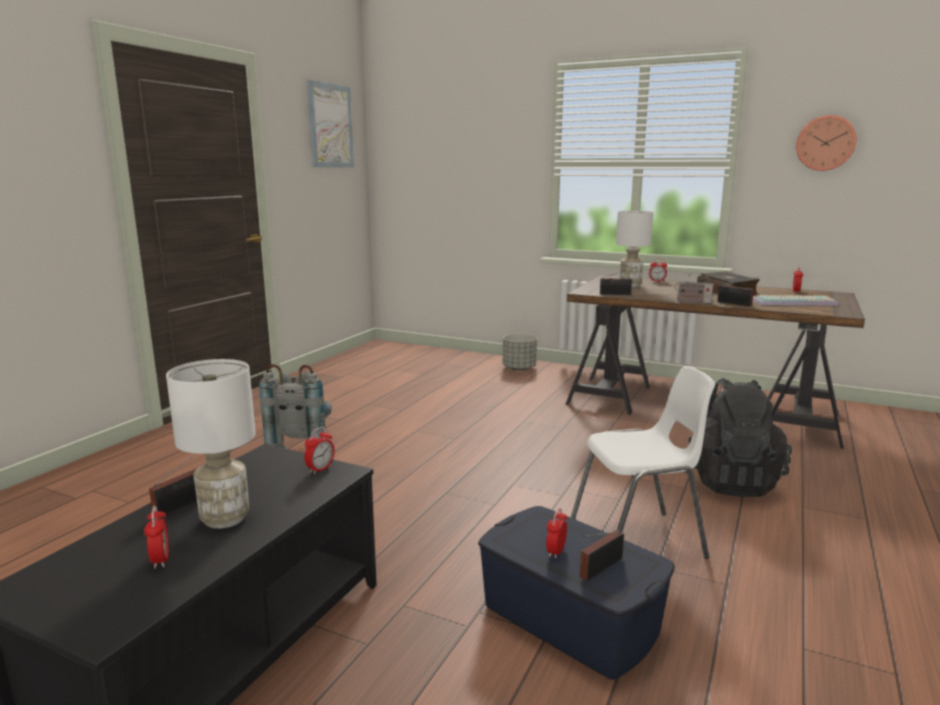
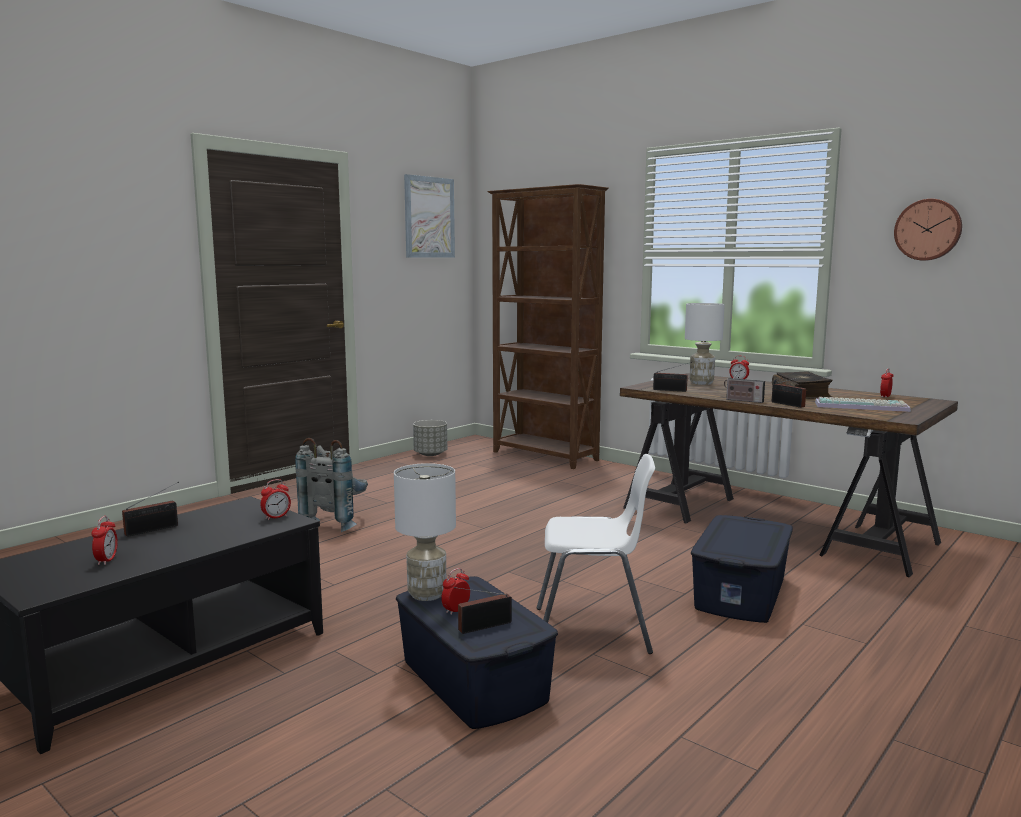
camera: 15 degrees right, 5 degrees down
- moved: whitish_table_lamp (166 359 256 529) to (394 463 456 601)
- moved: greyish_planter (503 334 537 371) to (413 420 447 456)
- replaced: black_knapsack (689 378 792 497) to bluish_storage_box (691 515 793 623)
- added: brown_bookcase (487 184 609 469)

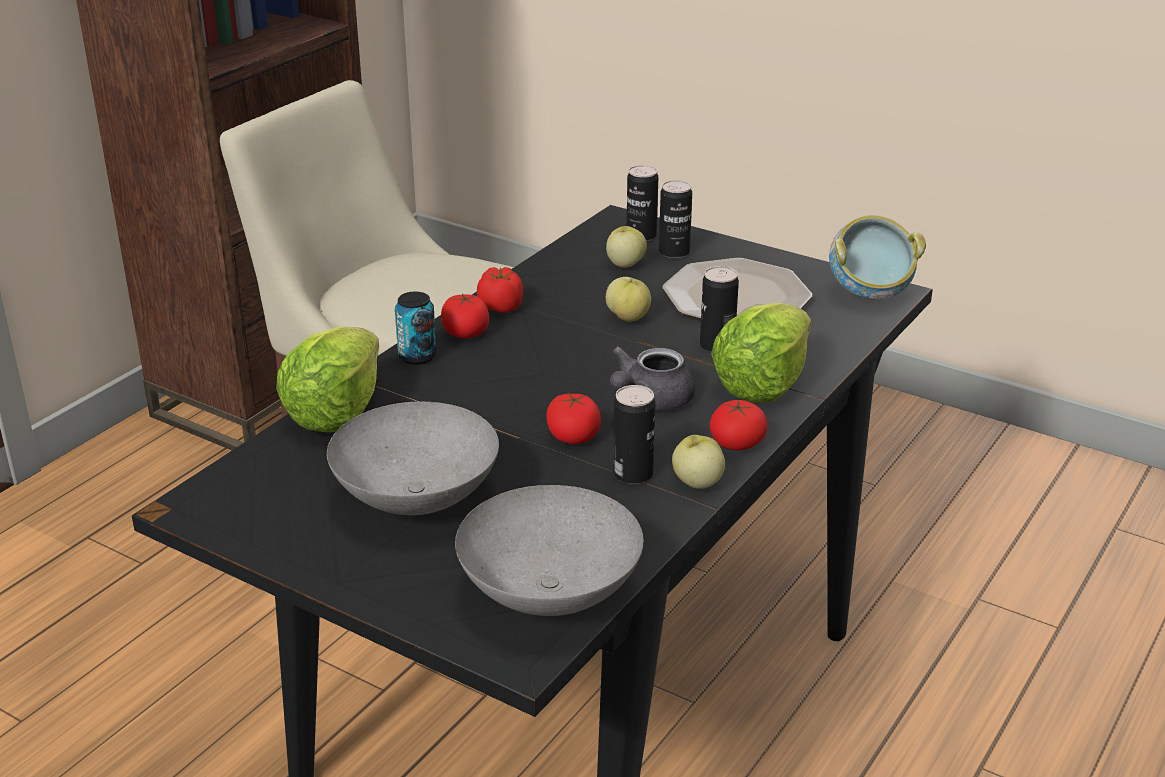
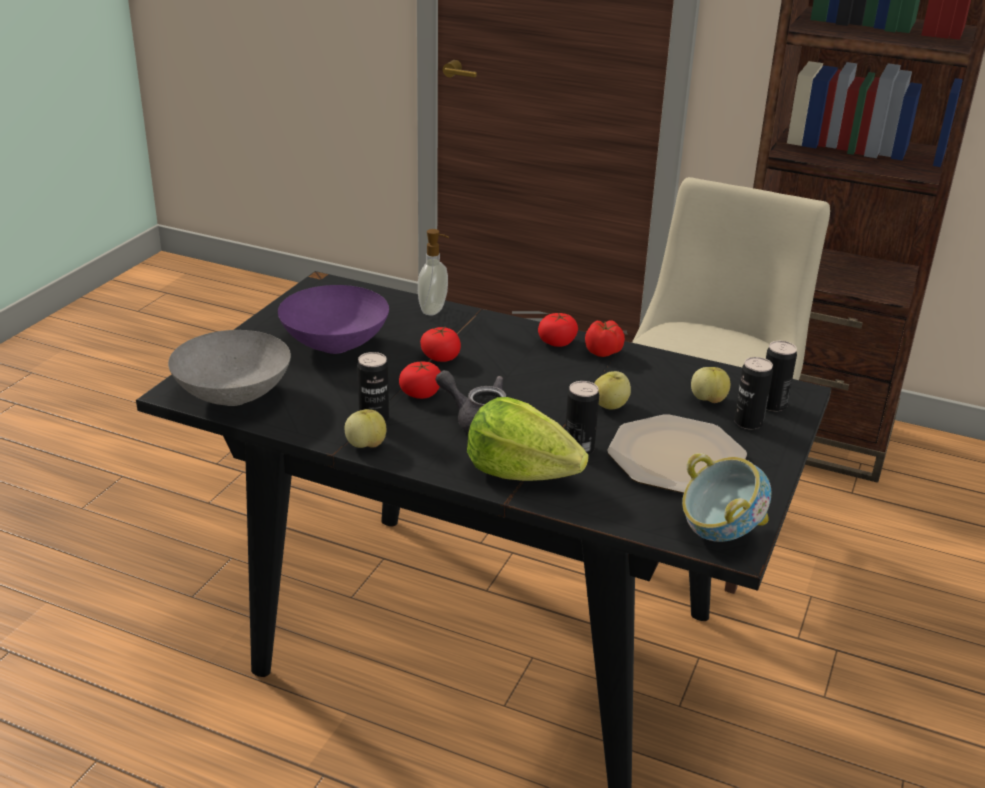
camera: 80 degrees right, 0 degrees up
- replaced: lettuce_head (276 327 379 433) to soap_bottle (418 229 449 316)
- recoloured: greyish_bowl (327 402 499 515) to purple_bowl (278 285 389 354)
- removed: sealed_can (395 292 437 365)
- moved: tomato (710 400 767 451) to (420 327 461 362)

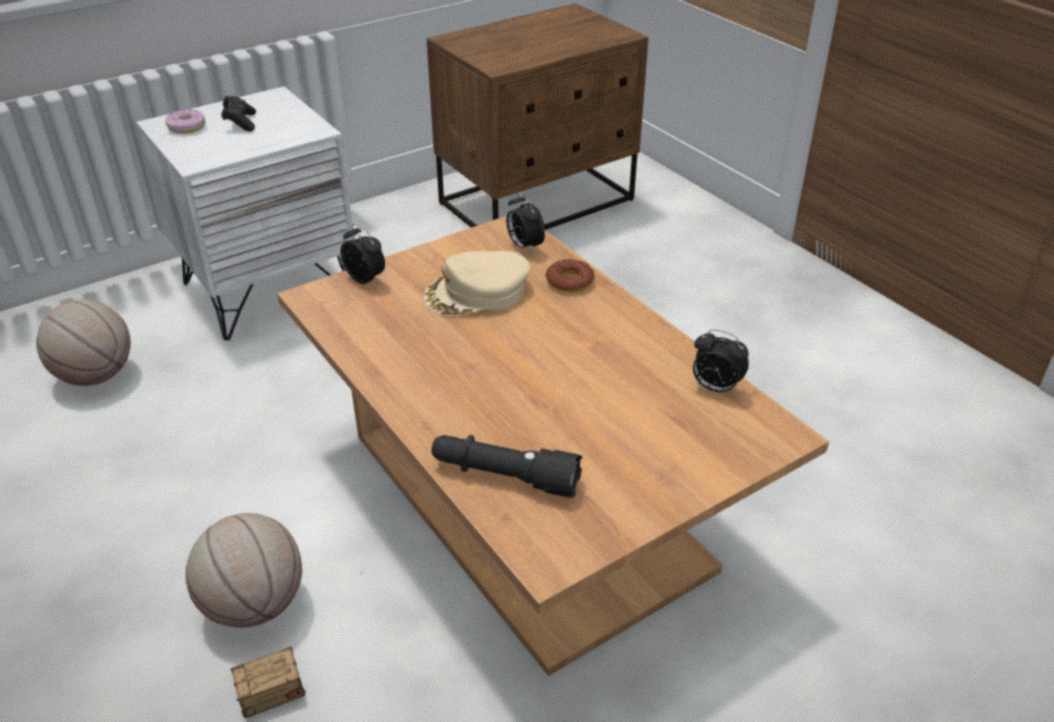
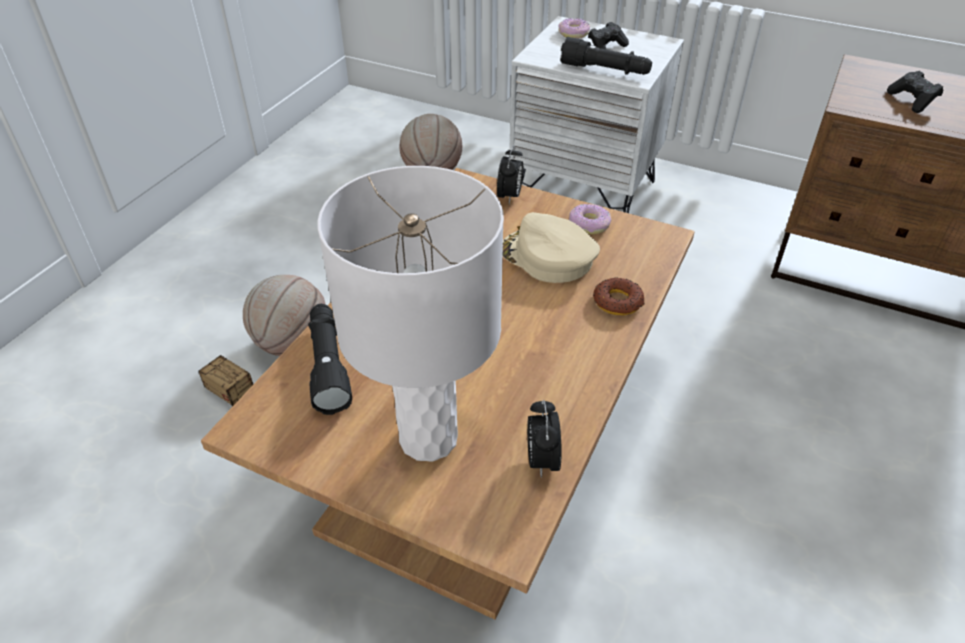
camera: 60 degrees right, 5 degrees up
- removed: table_clock (506 192 545 253)
- added: whitish_table_lamp (317 166 504 462)
- added: black_torch (560 37 652 75)
- added: doughnut (569 204 611 234)
- added: black_gamepad (887 71 943 113)

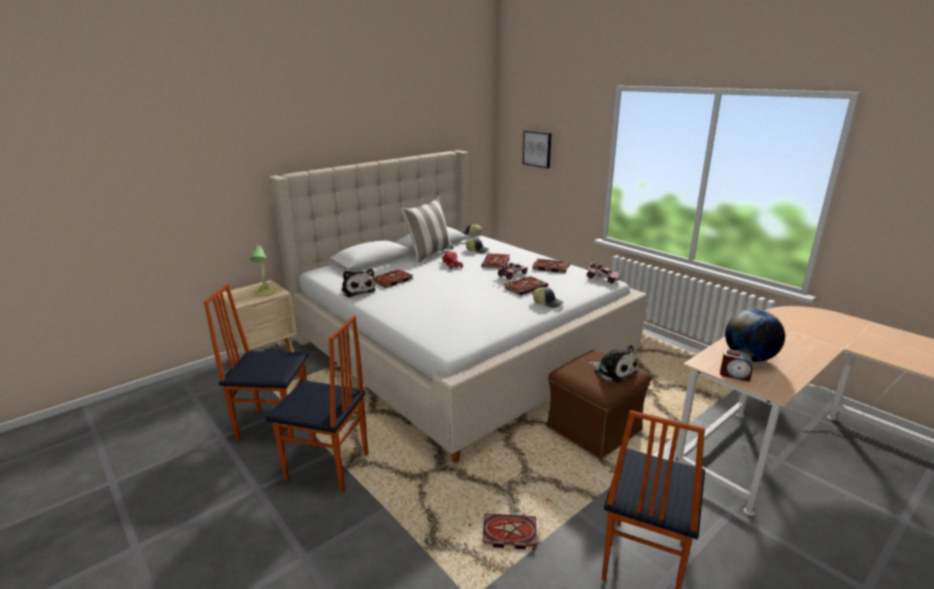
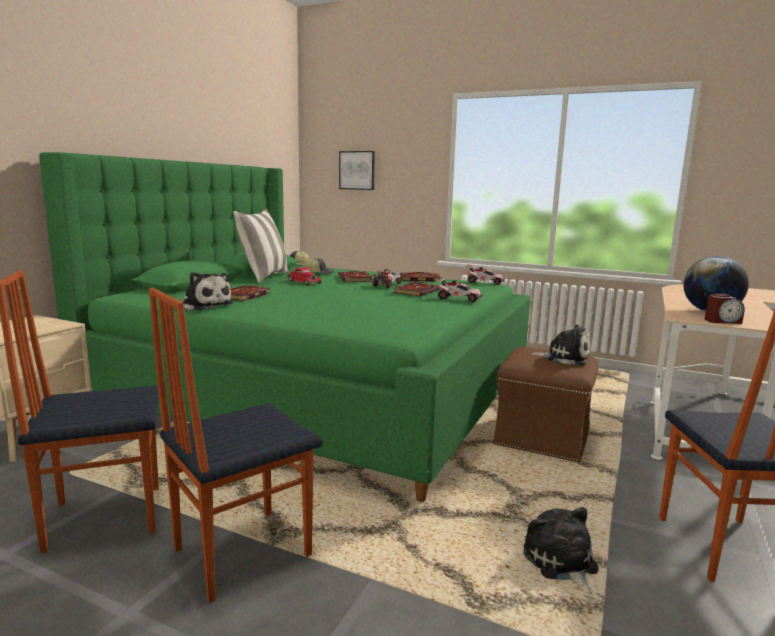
camera: 25 degrees left, 10 degrees down
- removed: table_lamp (250 245 276 296)
- turned: upright_chair (265 315 368 492) = (149 288 322 603) 150 degrees clockwise
- recoloured: sand-coloured_bed (269 150 647 463) to green-coloured_bed (39 152 531 502)
- replaced: book (482 513 537 550) to soft_toy (524 507 599 594)
- replaced: cap (532 287 563 308) to model_car (436 276 483 302)

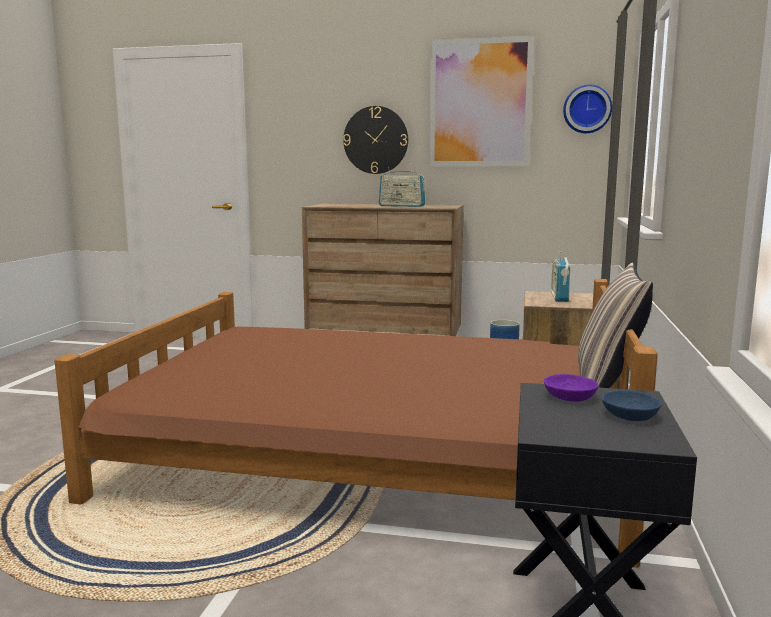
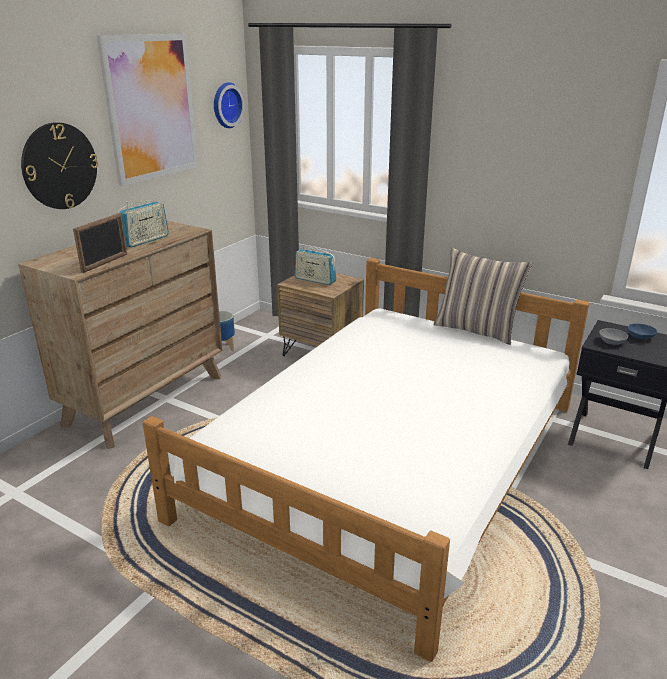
camera: 70 degrees left, 15 degrees up
- recoloured: brown_bed (54 279 658 568) to whitish_bed (142 258 589 662)
- recoloured: purple_bowl (544 374 598 402) to greyish_bowl (599 328 628 345)
- added: standing_frame (73 213 127 273)

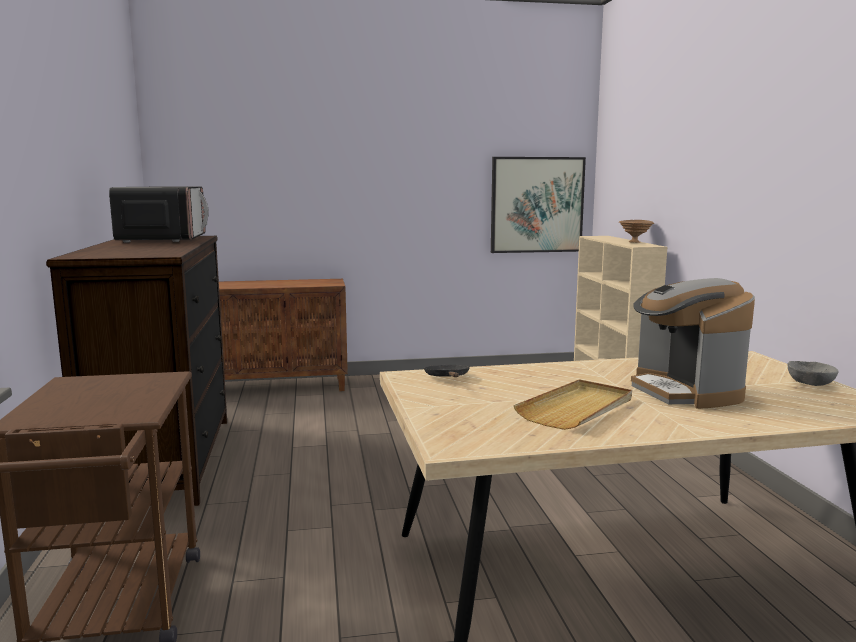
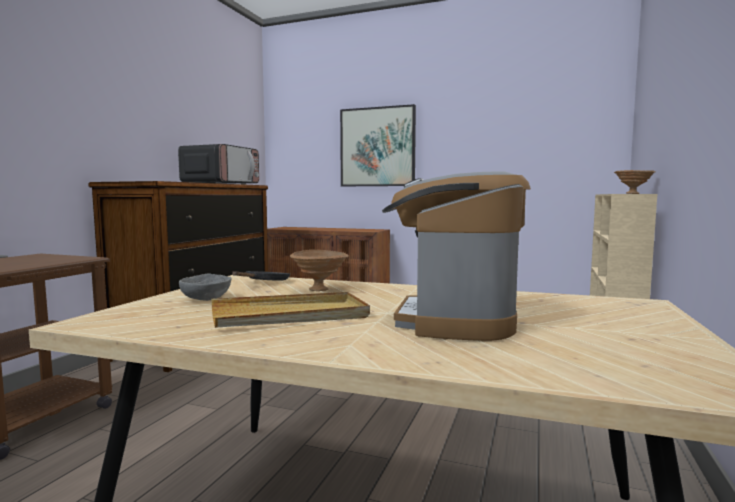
camera: 30 degrees right, 5 degrees down
- moved: wall_art (491 157 586 253) to (340 104 416 186)
- moved: greyish_bowl (788 361 839 386) to (179 274 231 301)
- added: brown_bowl (290 250 349 291)

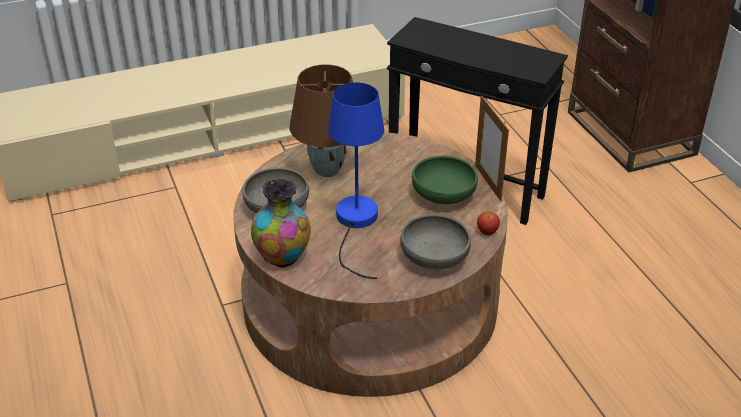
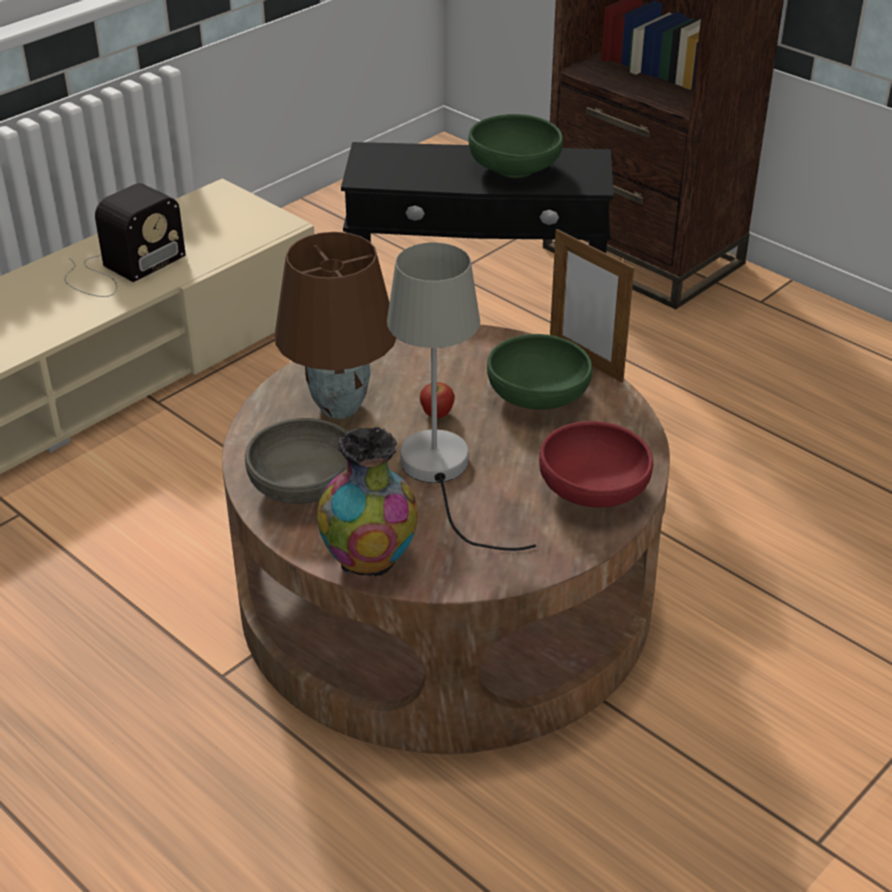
camera: 25 degrees left, 0 degrees up
- recoloured: bluish_table_lamp (328 82 384 279) to greyish_table_lamp (387 242 536 551)
- recoloured: greyish_bowl (400 214 471 269) to red_bowl (539 421 653 508)
- moved: apple_fruit (477 212 500 235) to (420 382 455 418)
- added: radio_receiver (65 183 186 297)
- added: green-coloured_bowl (468 114 563 178)

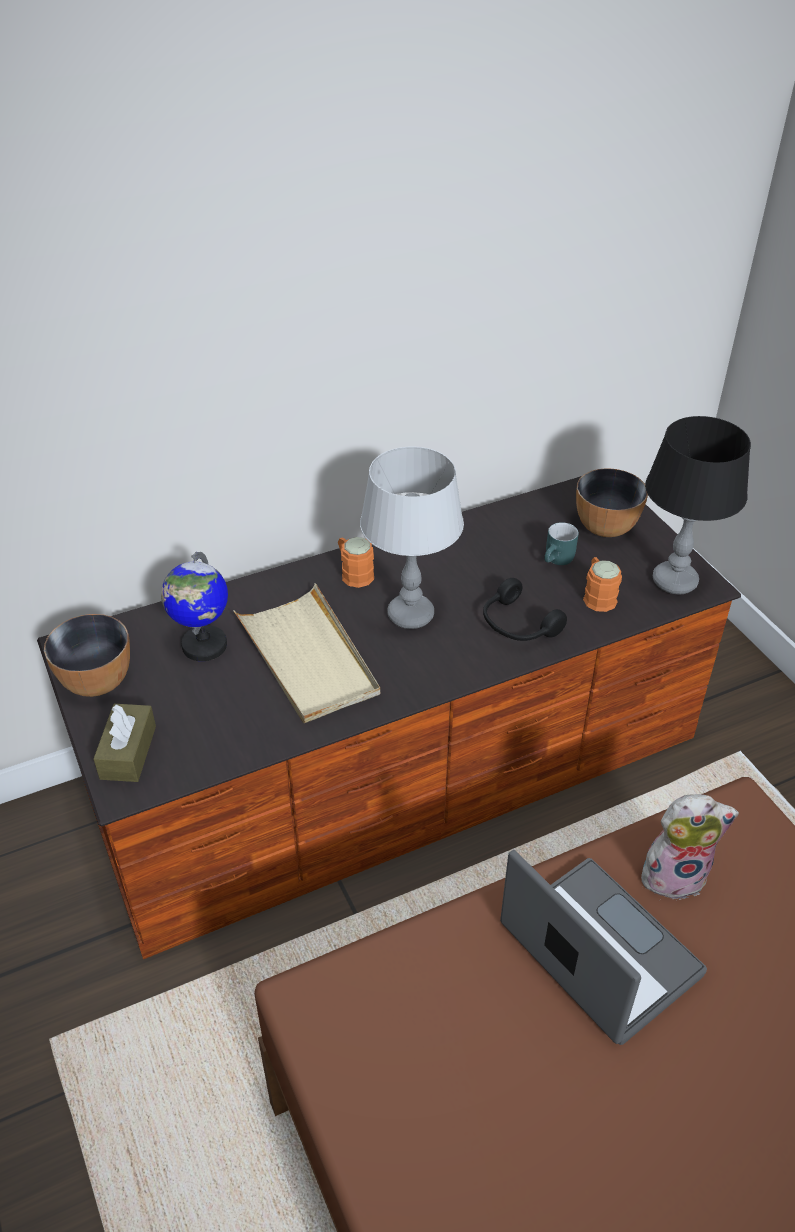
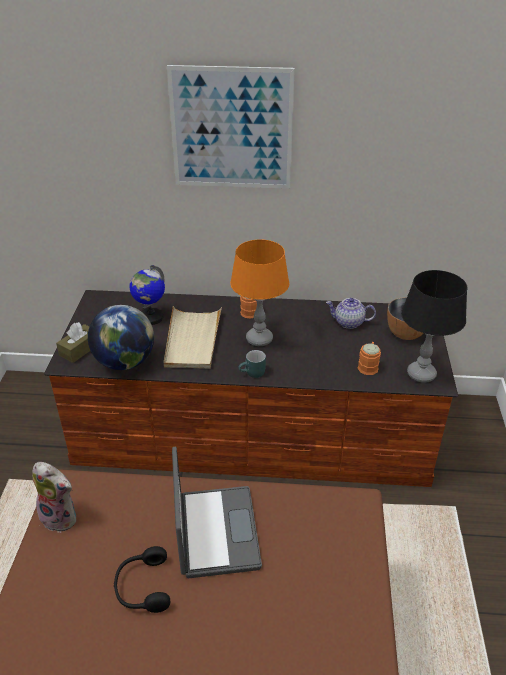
camera: 30 degrees right, 5 degrees down
- removed: bowl (44 614 130 697)
- recoloured: greyish_table_lamp (360 446 464 629) to orange-coloured_table_lamp (230 239 290 346)
- moved: black_pair_of_headphones (483 578 567 641) to (114 546 170 613)
- moved: blue-green_coffee_mug (544 522 579 565) to (239 350 266 378)
- moved: soft_toy (641 794 739 900) to (32 462 76 533)
- added: desk_globe (88 305 154 370)
- added: wall_art (167 65 295 189)
- added: pot_for_tea (326 298 376 329)

